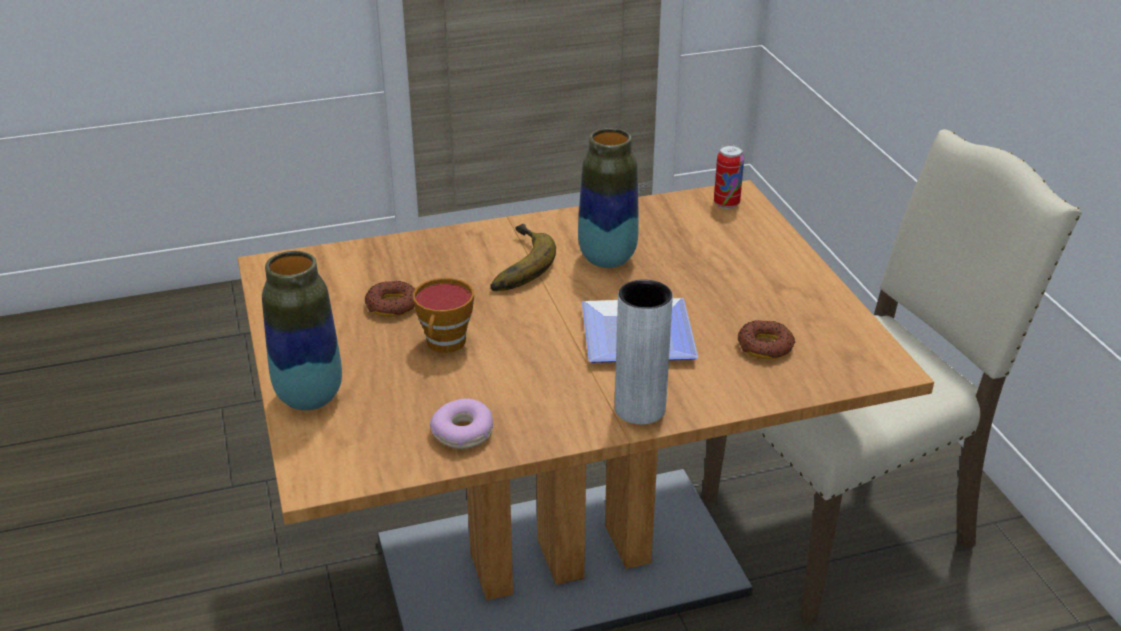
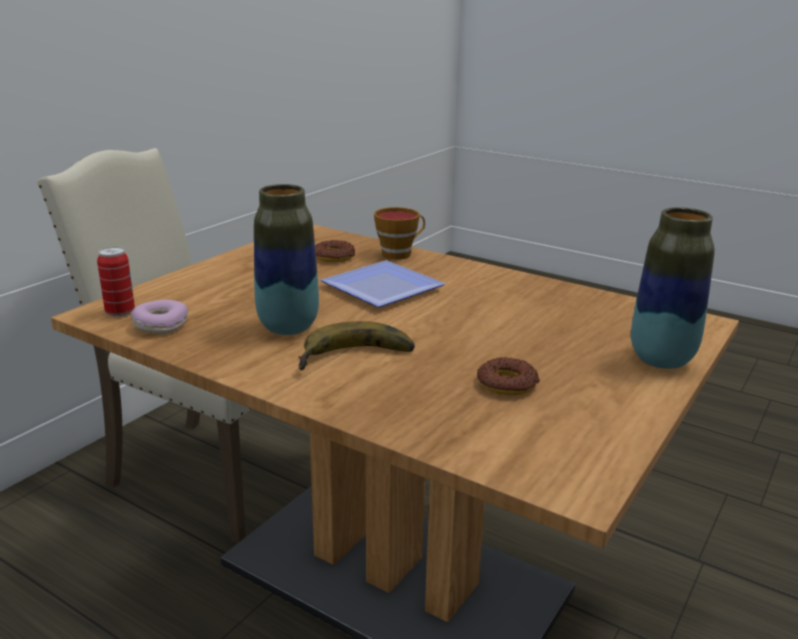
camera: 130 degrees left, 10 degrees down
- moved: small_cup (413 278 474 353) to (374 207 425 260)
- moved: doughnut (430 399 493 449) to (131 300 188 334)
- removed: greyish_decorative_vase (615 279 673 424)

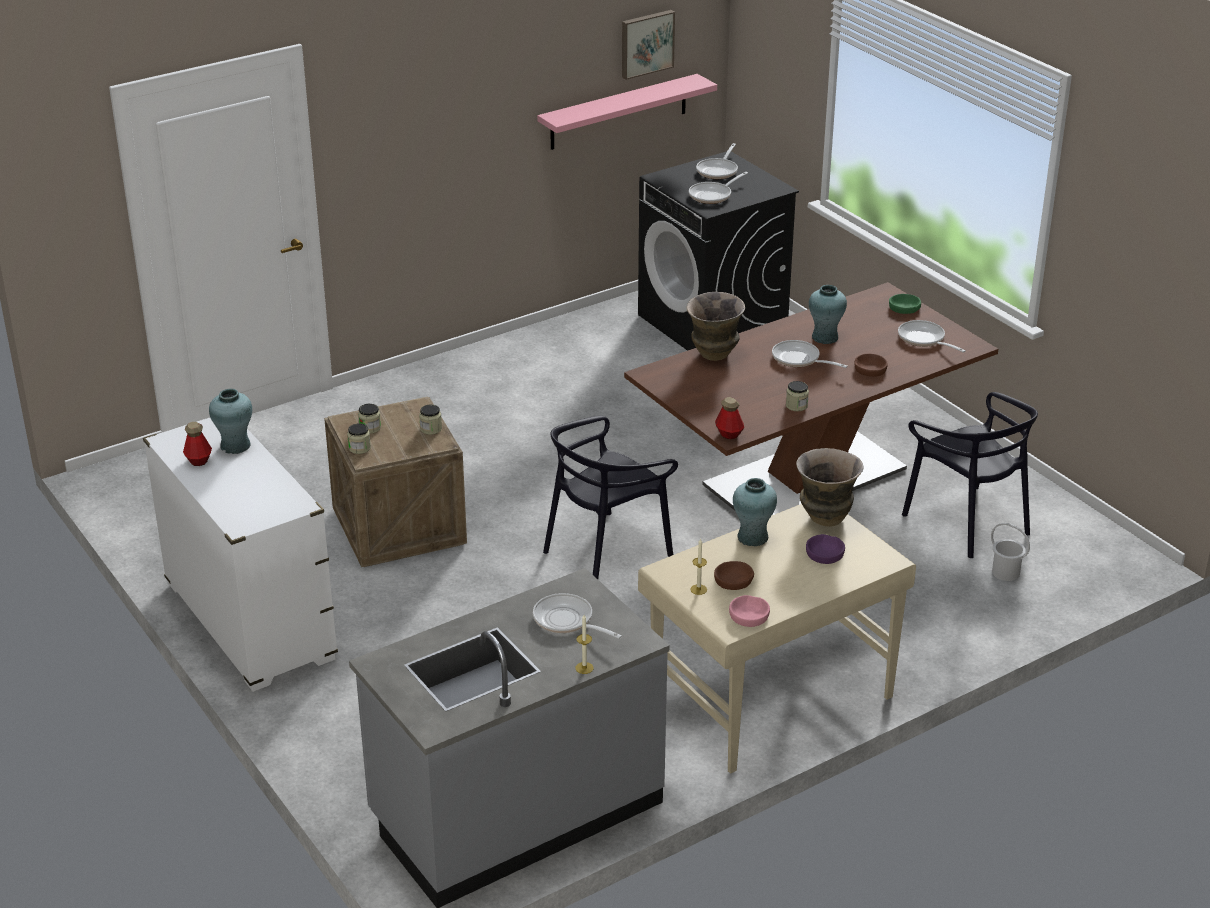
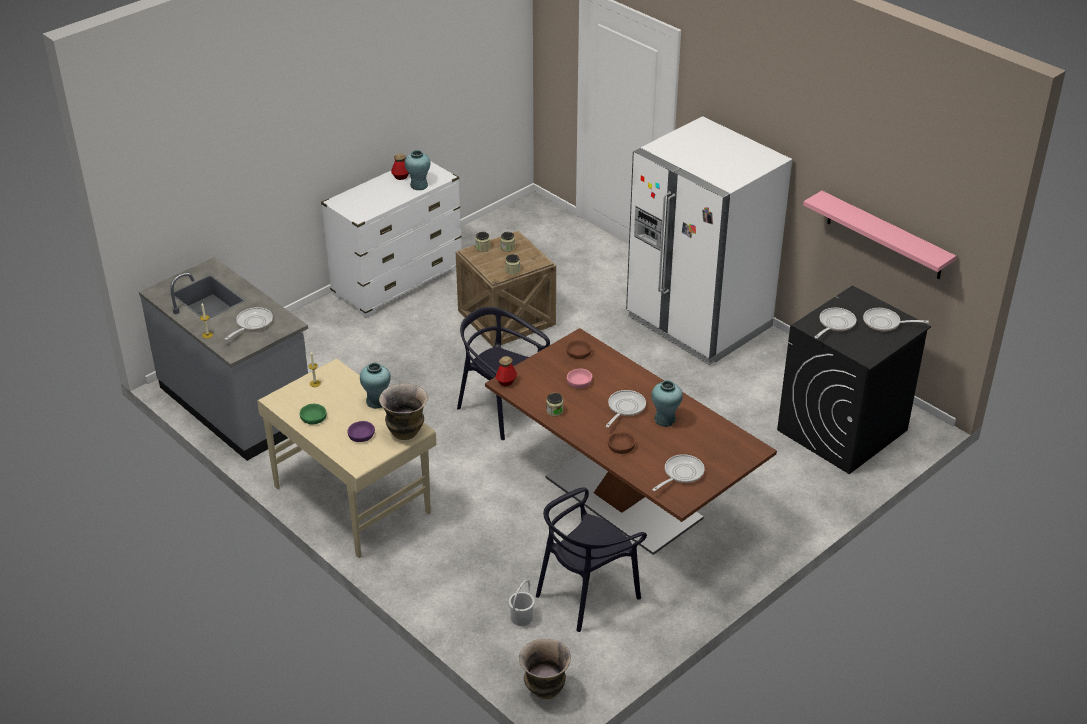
camera: 80 degrees right, 5 degrees up
- removed: wall_art (622 10 675 80)
- moved: decorative_vase (687 292 745 361) to (519 639 571 699)
- turned: frying_pan (689 172 748 204) = (815 308 856 339) 90 degrees clockwise
- moved: brown_bowl (714 561 754 590) to (566 340 592 359)
- moved: pink-coloured_bowl (729 595 770 627) to (567 369 592 388)
- moved: green-coloured_bowl (889 294 921 314) to (300 404 327 424)
- added: whitish_fridge (626 116 792 365)

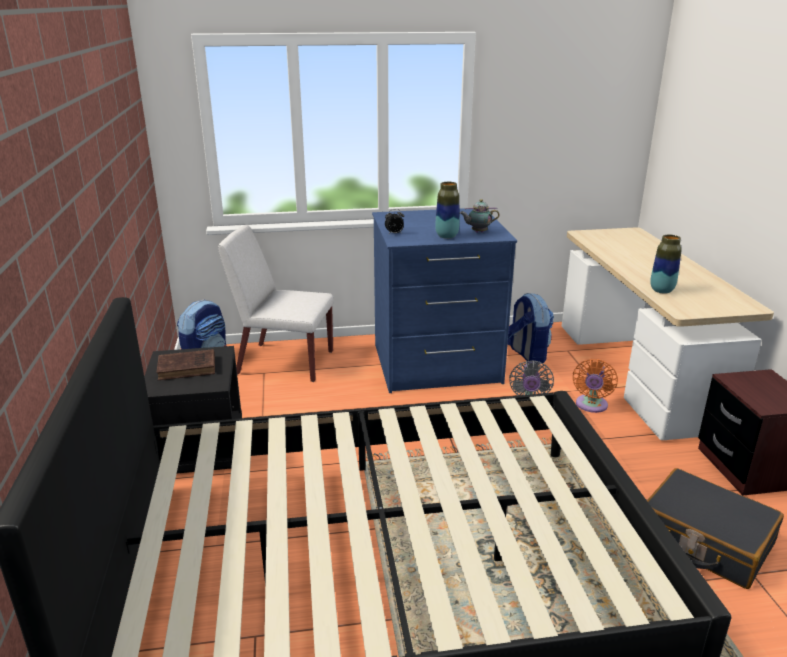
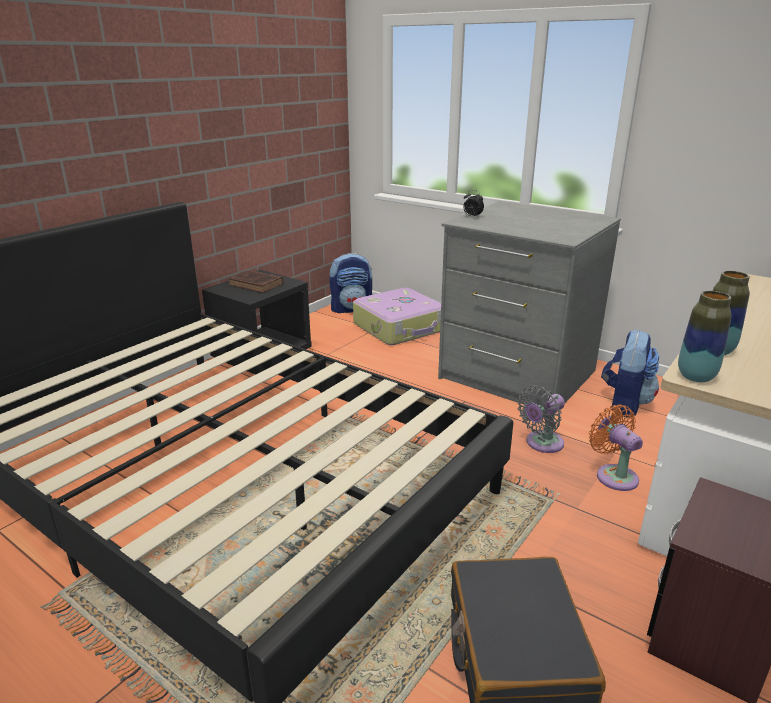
camera: 45 degrees right, 0 degrees up
- replaced: whitish_upright_chair (218 225 334 382) to piece_of_luggage (353 288 441 345)
- recoloured: bluish_chest_of_drawers (372 208 517 393) to greyish_chest_of_drawers (438 201 621 414)
- moved: decorative_vase (435 182 460 239) to (678 291 732 382)
- removed: pot_for_tea (460 199 500 233)
- turned: orange-coloured_fan (573 359 618 413) = (589 405 643 491) 90 degrees clockwise

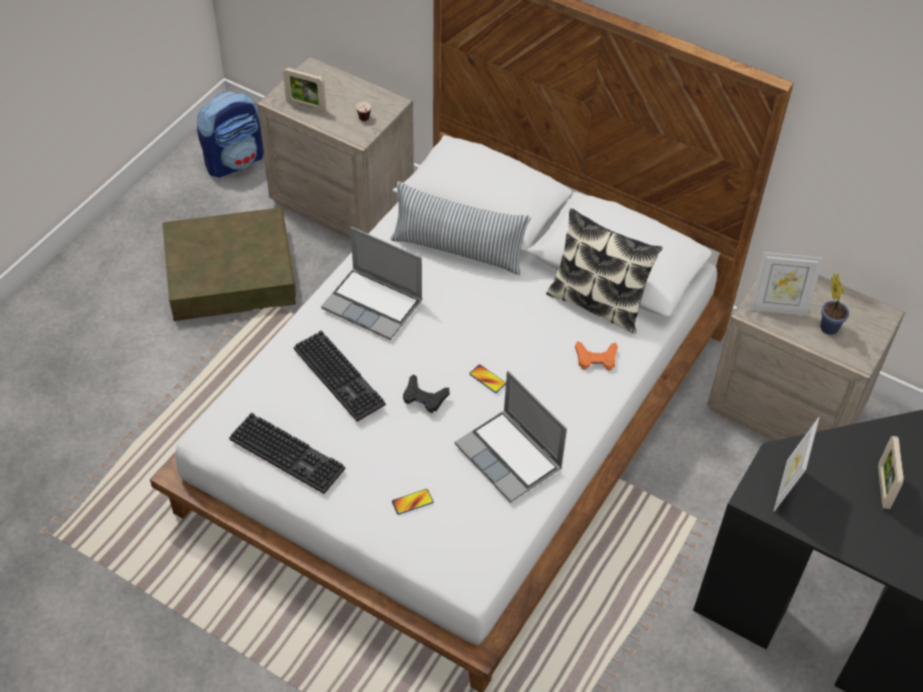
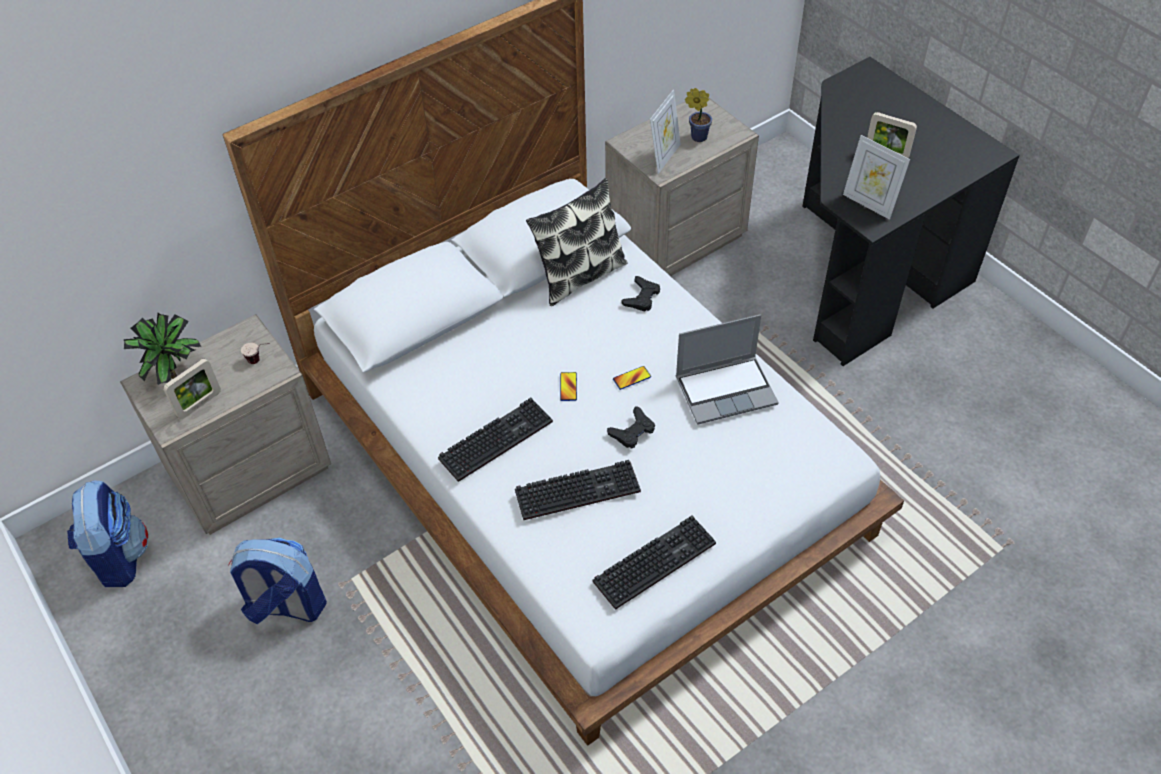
camera: 65 degrees left, 0 degrees up
- replaced: brown_storage_box (162 207 296 321) to knapsack (228 538 327 624)
- replaced: portable_computer (321 227 423 340) to keyboard (438 398 553 482)
- removed: pillow (391 181 531 275)
- moved: telephone (392 489 433 515) to (560 372 577 401)
- recoloured: orange-coloured_gamepad (575 341 618 371) to black_gamepad (622 276 660 311)
- added: potted_plant (124 313 201 385)

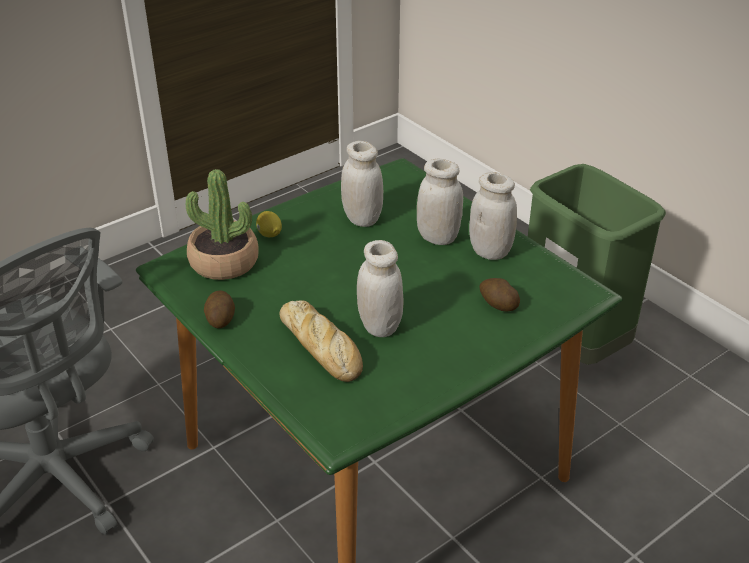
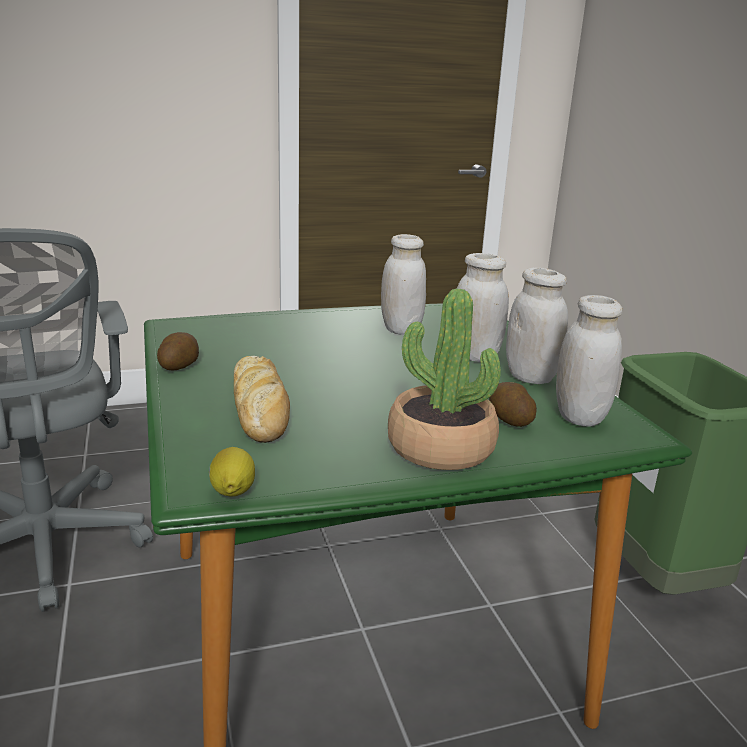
camera: 20 degrees right, 15 degrees down
- moved: potted_plant (186 169 259 280) to (388 289 501 470)
- moved: whole_lemon (256 211 282 237) to (209 447 255 497)
- moved: whitish_jar (357 240 403 337) to (556 295 623 427)

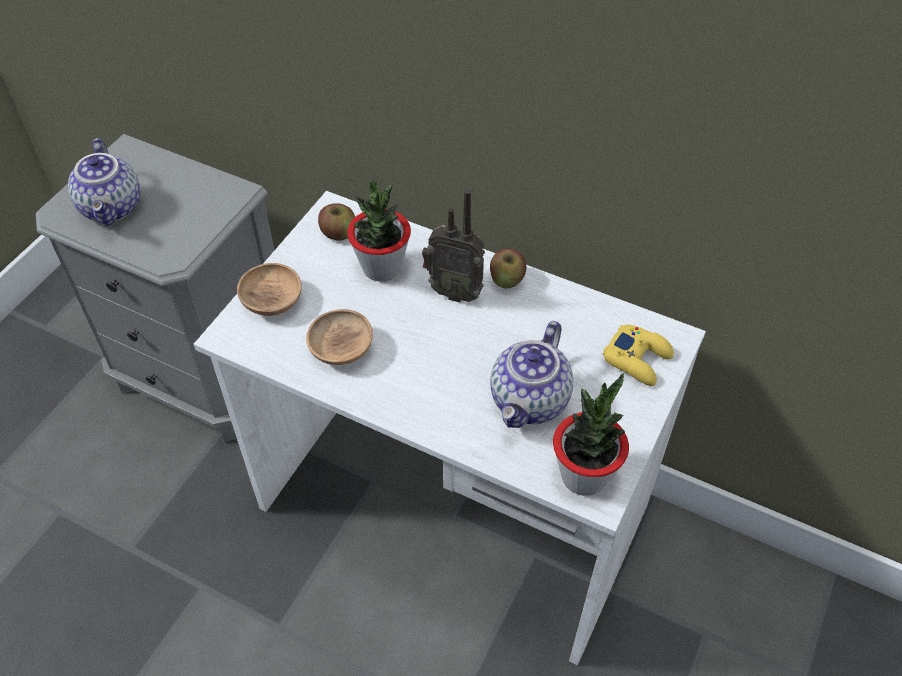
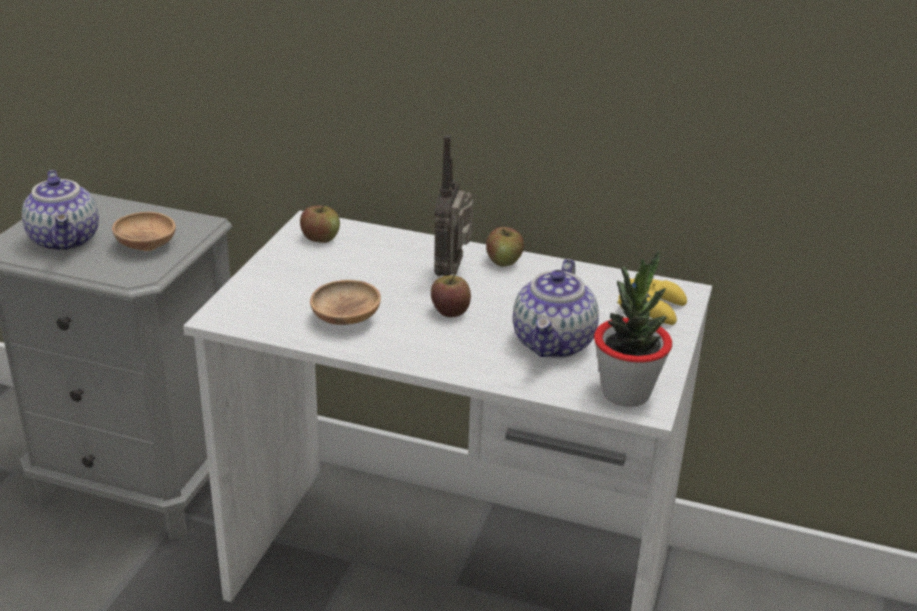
camera: 10 degrees left, 20 degrees down
- moved: brown_bowl (237 263 302 316) to (112 212 176 251)
- removed: potted_plant (347 181 411 282)
- turned: radio_receiver (422 189 485 303) = (434 135 474 276) 90 degrees clockwise
- added: apple_fruit (431 272 471 317)

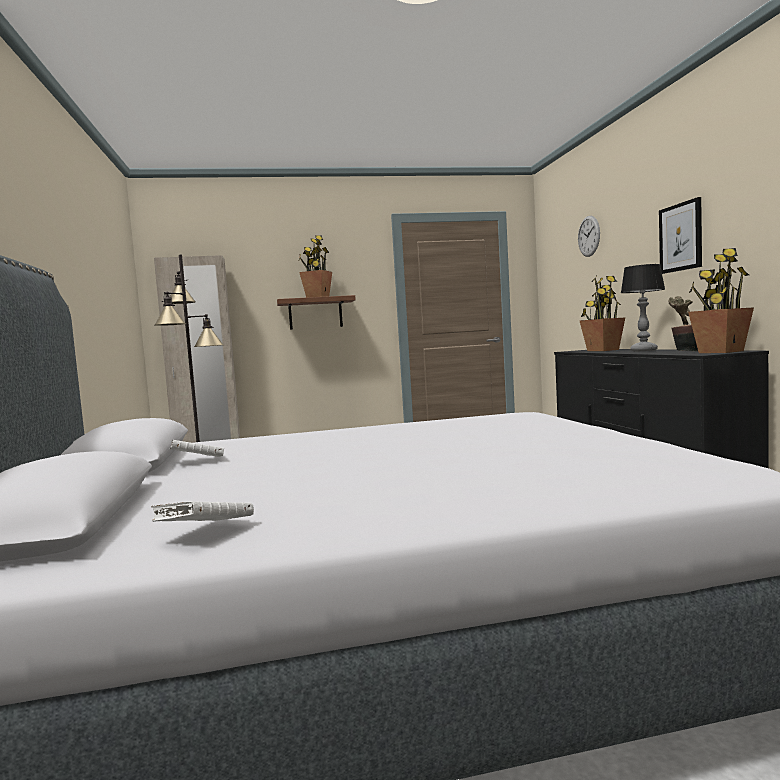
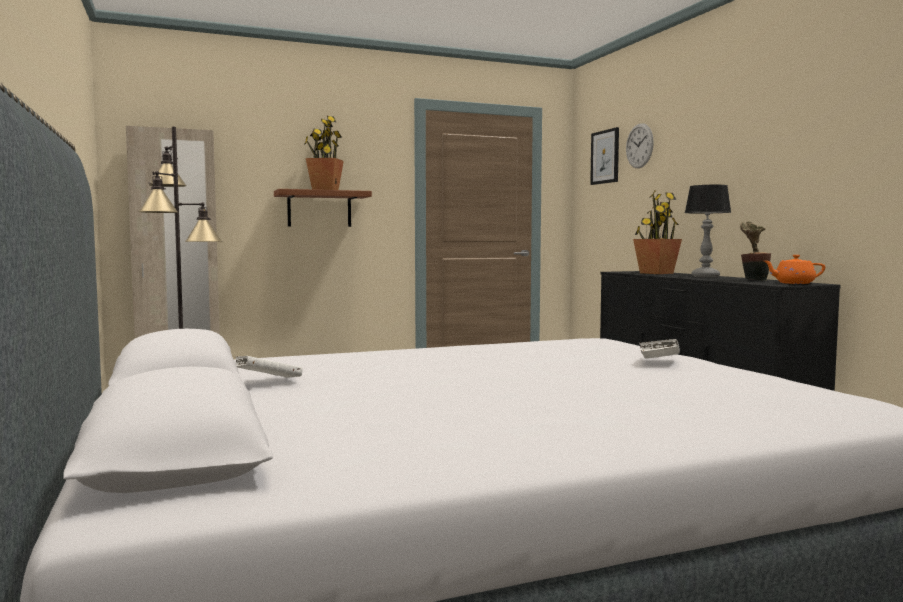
camera: 10 degrees left, 0 degrees up
- moved: whitish_book (151 501 254 522) to (639 339 680 359)
- moved: wall_art (659 197 702 274) to (590 127 619 185)
- replaced: potted_plant (688 248 754 353) to orange-coloured_pot_for_tea (764 255 825 284)

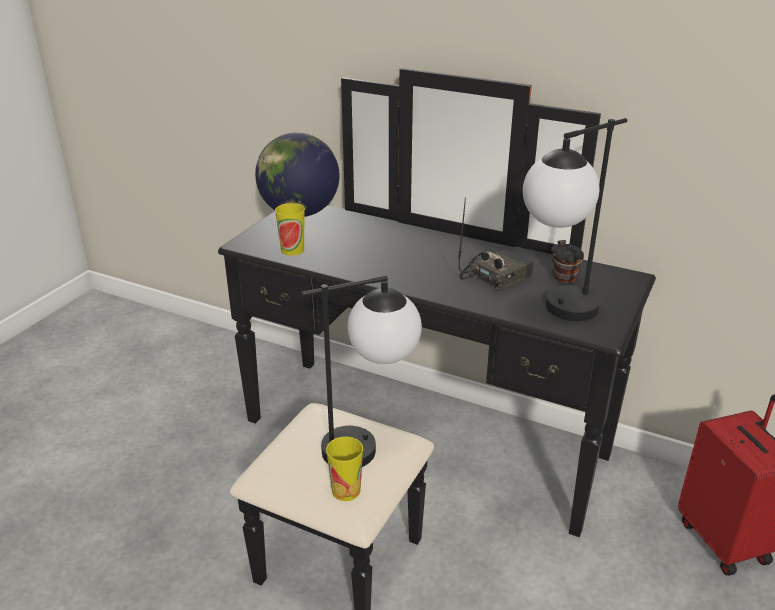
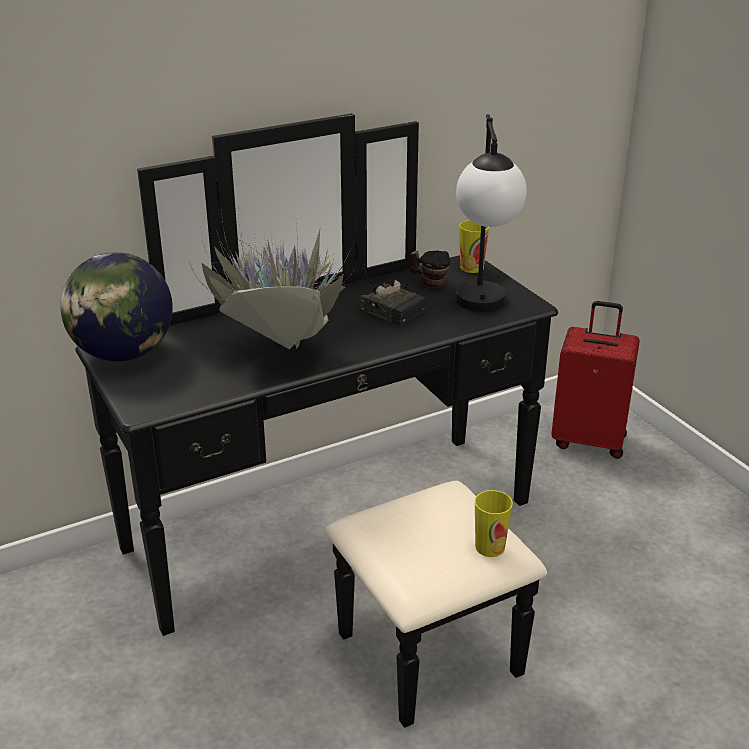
camera: 55 degrees left, 0 degrees up
- moved: small_cup (275 203 305 256) to (459 220 489 273)
- removed: table_lamp (302 275 422 467)
- turned: radio_receiver (458 197 534 291) = (360 204 426 326) 135 degrees clockwise
- added: potted_plant (189 210 363 349)

